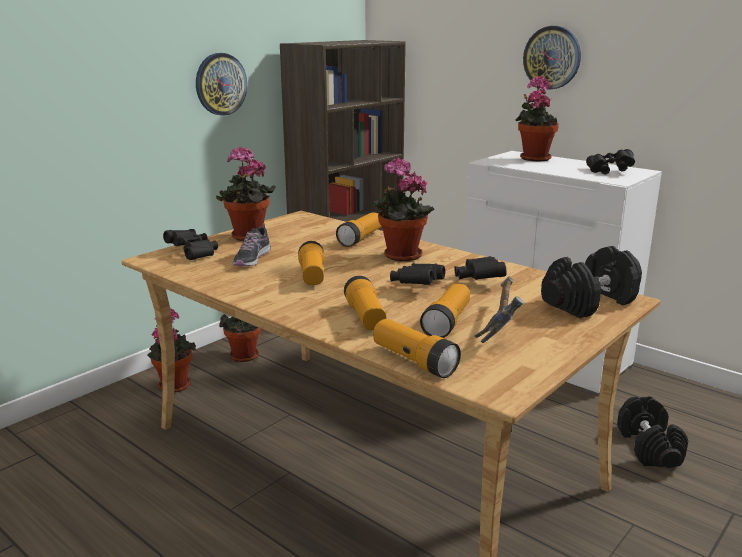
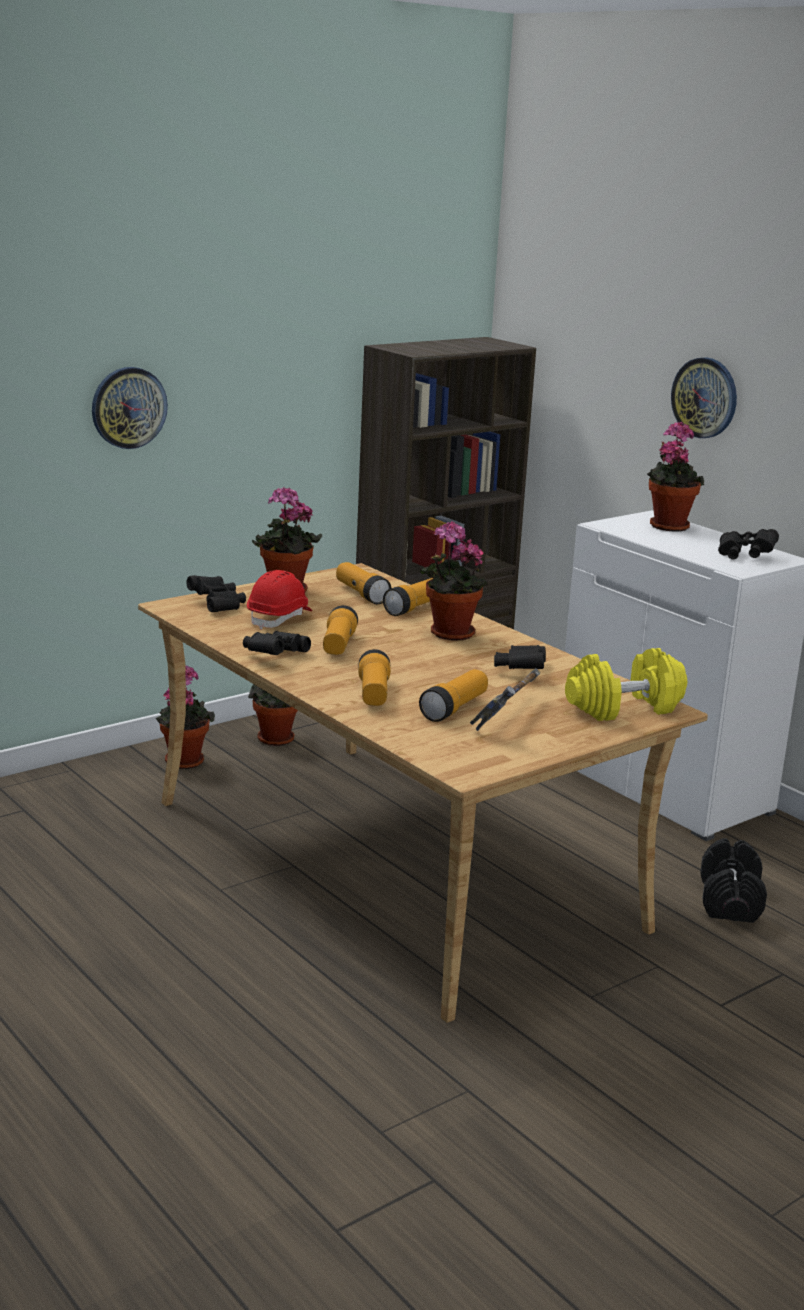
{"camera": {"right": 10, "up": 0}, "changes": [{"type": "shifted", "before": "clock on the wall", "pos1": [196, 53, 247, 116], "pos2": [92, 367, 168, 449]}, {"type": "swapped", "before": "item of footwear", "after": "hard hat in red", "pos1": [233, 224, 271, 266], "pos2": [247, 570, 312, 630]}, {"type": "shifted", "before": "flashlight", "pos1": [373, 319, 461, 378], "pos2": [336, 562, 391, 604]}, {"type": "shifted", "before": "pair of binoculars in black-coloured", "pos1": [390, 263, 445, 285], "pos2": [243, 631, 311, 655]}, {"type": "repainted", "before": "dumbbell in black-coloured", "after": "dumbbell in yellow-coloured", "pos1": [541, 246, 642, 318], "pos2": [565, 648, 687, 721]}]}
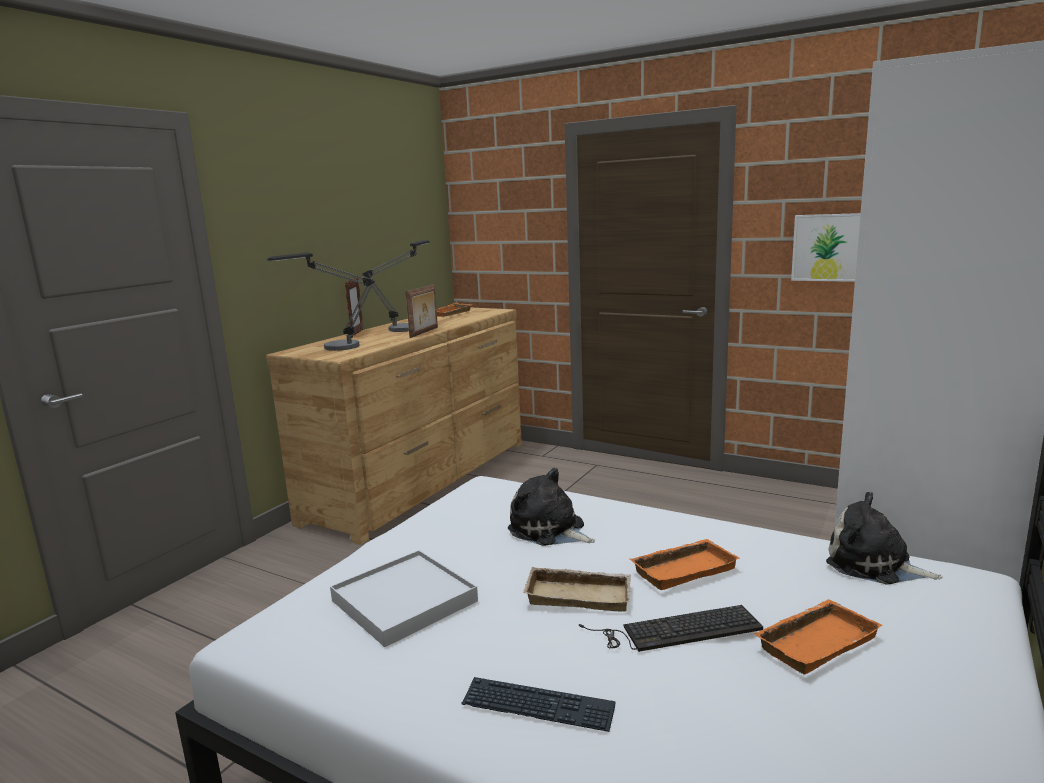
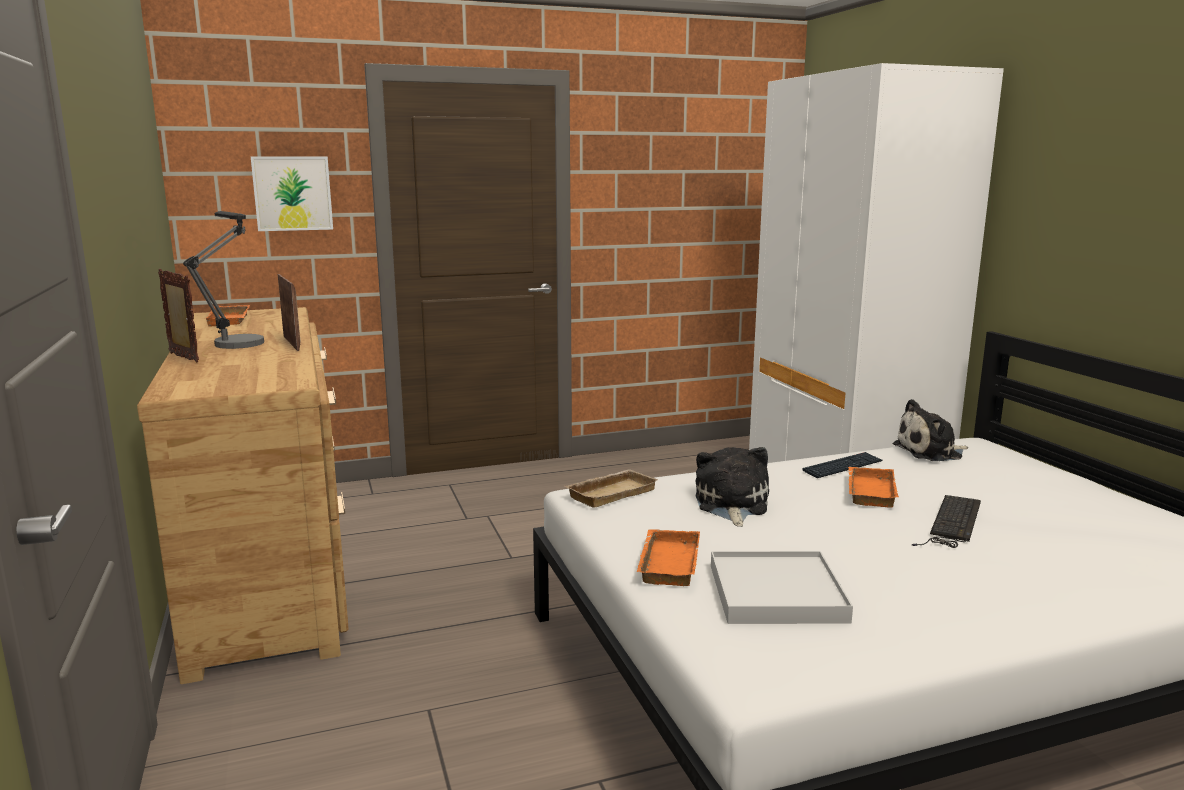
{"camera": {"right": -50, "up": 0}, "changes": [{"type": "gone", "before": "tabletop lamp", "pos1": [267, 253, 375, 351]}, {"type": "shifted", "before": "keyboard", "pos1": [461, 677, 615, 732], "pos2": [802, 452, 882, 478]}, {"type": "rotated", "before": "plush toy", "pos1": [508, 468, 595, 546], "pos2": [695, 447, 769, 527], "turn": 105}, {"type": "shifted", "before": "carrying tray in sand-coloured", "pos1": [523, 567, 631, 612], "pos2": [565, 469, 658, 508]}, {"type": "shifted", "before": "carrying tray in orangey", "pos1": [753, 599, 883, 674], "pos2": [637, 529, 700, 586]}, {"type": "shifted", "before": "wall art", "pos1": [791, 213, 861, 282], "pos2": [251, 156, 333, 231]}]}
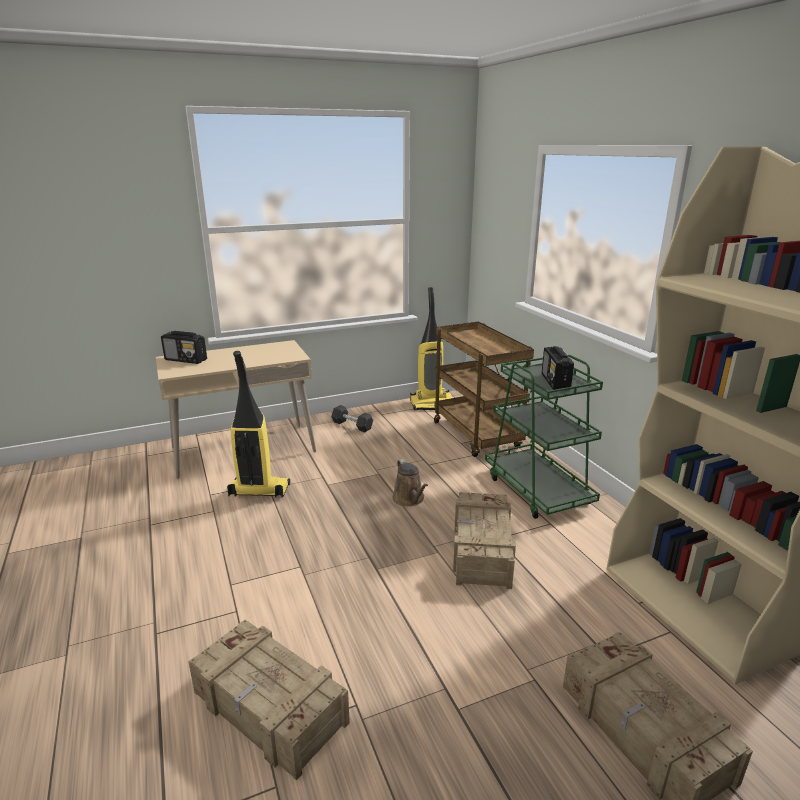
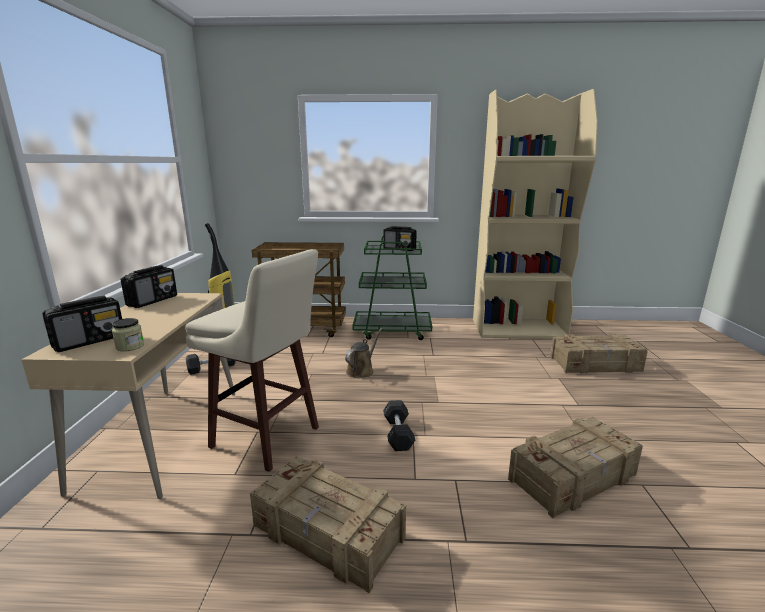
{"camera": {"right": -65, "up": -5}, "changes": [{"type": "swapped", "before": "vacuum", "after": "sitting stool in sand-coloured", "pos1": [227, 351, 290, 498], "pos2": [185, 249, 319, 472]}, {"type": "rotated", "before": "watering can in brownish", "pos1": [393, 459, 428, 506], "pos2": [345, 328, 382, 378], "turn": -60}, {"type": "shifted", "before": "packing crate", "pos1": [453, 492, 516, 589], "pos2": [250, 456, 406, 593]}, {"type": "new", "after": "preserve jar", "pos2": [112, 318, 144, 352]}, {"type": "new", "after": "radio", "pos2": [121, 265, 177, 308]}, {"type": "new", "after": "dumbbell in gray", "pos2": [383, 400, 415, 451]}]}
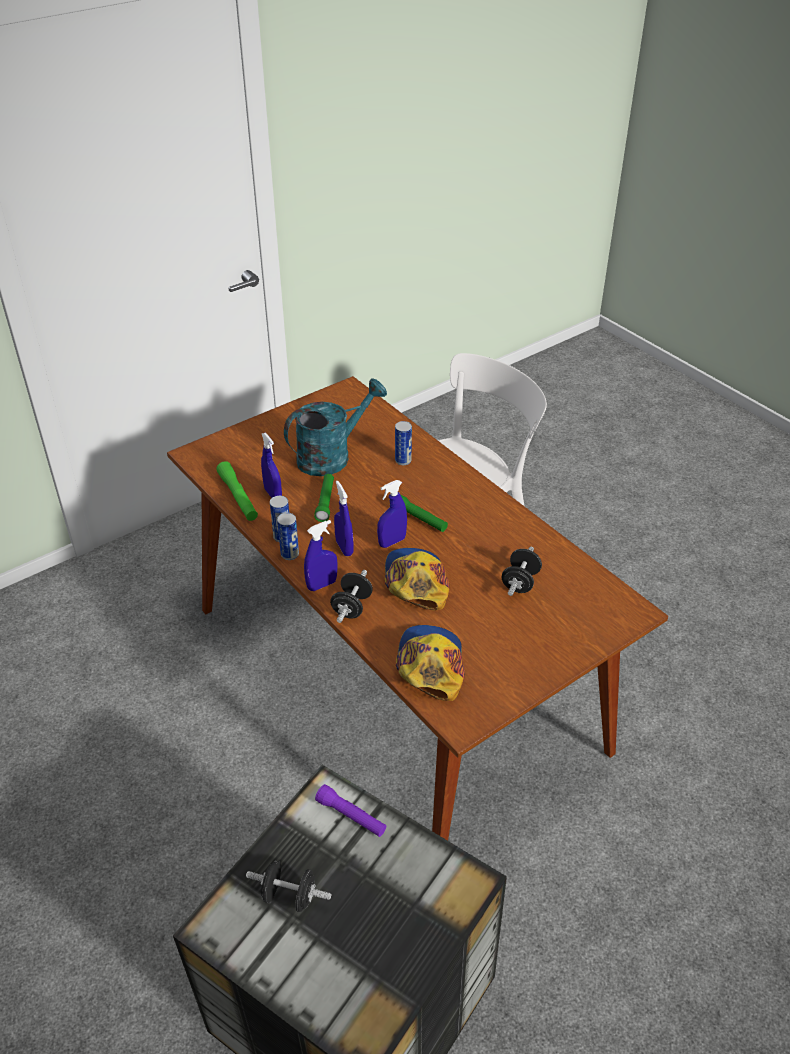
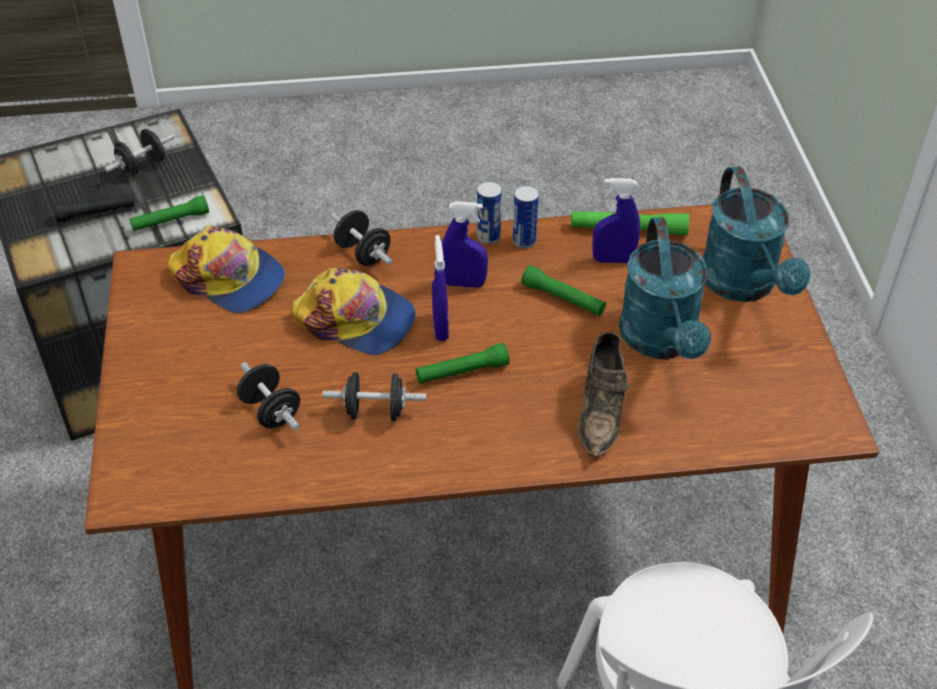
{"camera": {"right": 120, "up": 5}, "changes": [{"type": "gone", "before": "spray bottle in bluish", "pos1": [304, 520, 338, 591]}, {"type": "repainted", "before": "flashlight in purple", "after": "flashlight in green", "pos1": [315, 784, 386, 837], "pos2": [130, 195, 209, 231]}, {"type": "swapped", "before": "sealed can", "after": "item of footwear in brownish", "pos1": [395, 421, 412, 465], "pos2": [578, 332, 629, 457]}, {"type": "new", "after": "flashlight in black-coloured", "pos2": [54, 193, 135, 222]}, {"type": "new", "after": "dumbbell in black-coloured", "pos2": [323, 372, 427, 421]}, {"type": "new", "after": "watering can in turquoise", "pos2": [702, 166, 811, 302]}]}
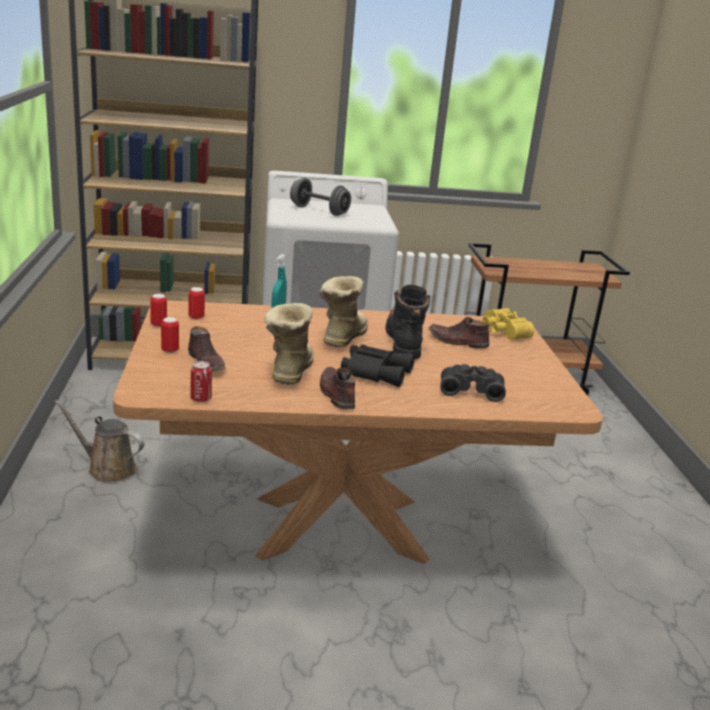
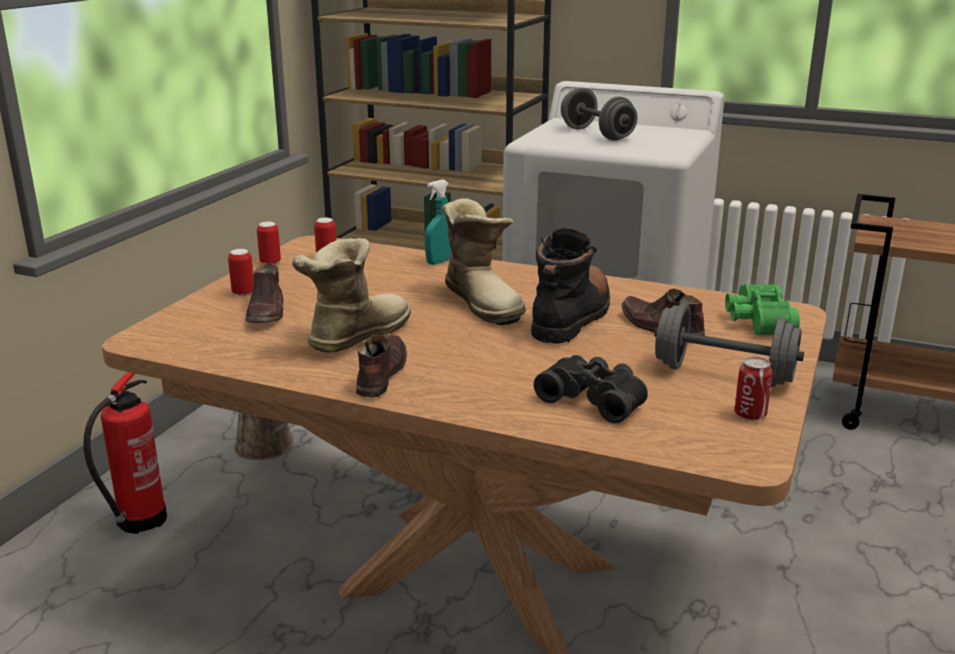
{"camera": {"right": 30, "up": 0}, "changes": [{"type": "shifted", "before": "sealed can", "pos1": [191, 361, 212, 402], "pos2": [734, 357, 773, 420]}, {"type": "rotated", "before": "high-top boot", "pos1": [319, 276, 368, 347], "pos2": [441, 198, 526, 325], "turn": 105}, {"type": "gone", "before": "pair of binoculars in black-coloured", "pos1": [341, 344, 415, 387]}, {"type": "repainted", "before": "pair of binoculars in yellow-coloured", "after": "pair of binoculars in green", "pos1": [482, 308, 534, 340], "pos2": [725, 284, 800, 335]}, {"type": "new", "after": "extinguisher", "pos2": [83, 372, 167, 534]}, {"type": "new", "after": "dumbbell in gray", "pos2": [654, 303, 804, 387]}]}
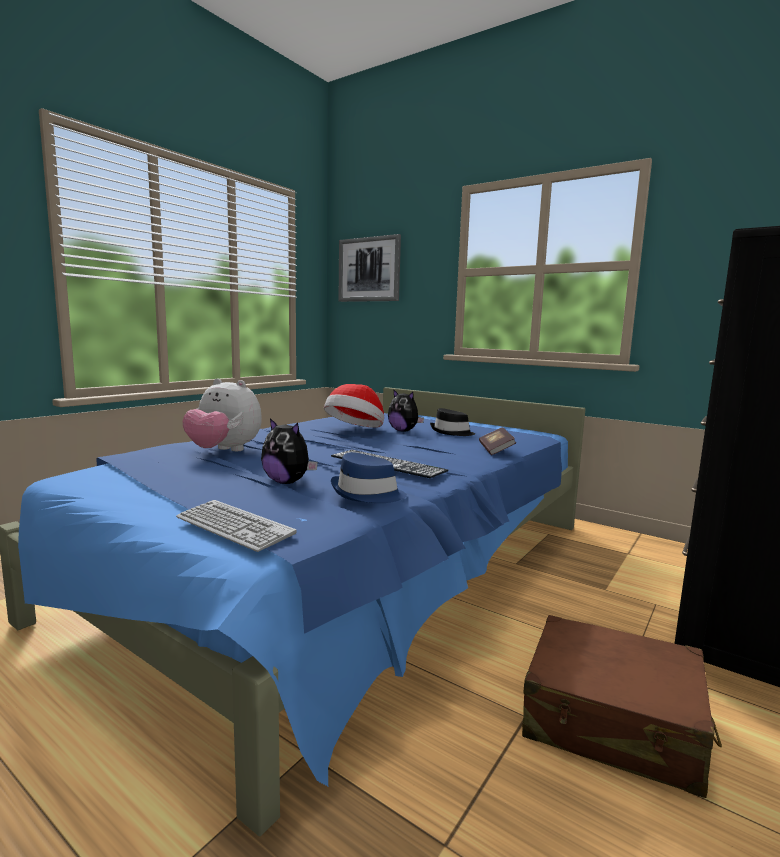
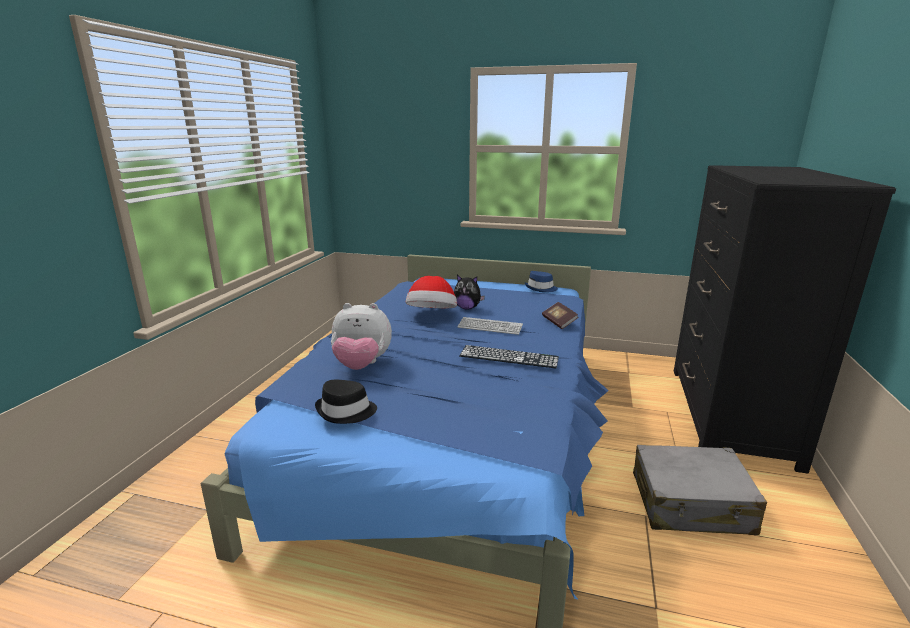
{"camera": {"right": -20, "up": 10}, "changes": [{"type": "shifted", "before": "keyboard", "pos1": [176, 500, 297, 552], "pos2": [458, 317, 523, 335]}, {"type": "gone", "before": "plush toy", "pos1": [261, 418, 318, 484]}, {"type": "shifted", "before": "hat in bluish", "pos1": [331, 452, 407, 503], "pos2": [525, 271, 558, 292]}, {"type": "gone", "before": "wall art", "pos1": [339, 234, 401, 302]}, {"type": "shifted", "before": "hat in black-coloured", "pos1": [430, 408, 475, 436], "pos2": [315, 380, 377, 424]}, {"type": "repainted", "before": "piece of luggage in brownish", "after": "piece of luggage in gray", "pos1": [522, 615, 722, 798], "pos2": [633, 445, 767, 535]}]}
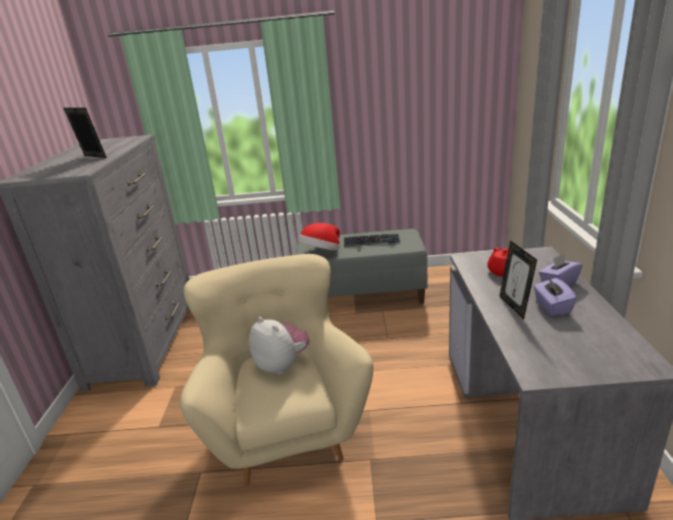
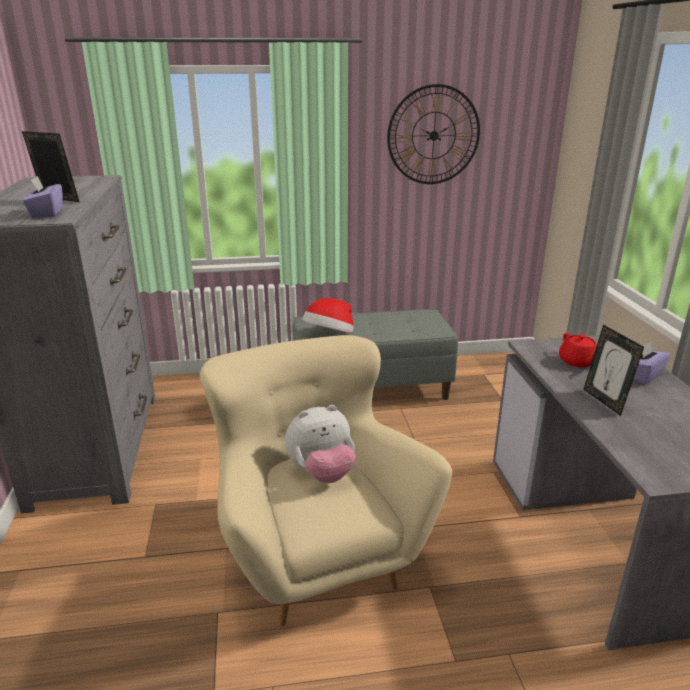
{"camera": {"right": -10, "up": 0}, "changes": [{"type": "rotated", "before": "plush toy", "pos1": [249, 317, 310, 374], "pos2": [285, 405, 356, 483], "turn": 120}, {"type": "gone", "before": "keyboard", "pos1": [344, 234, 400, 247]}, {"type": "shifted", "before": "tissue box in purple", "pos1": [533, 277, 577, 316], "pos2": [22, 176, 63, 218]}, {"type": "new", "after": "clock on the wall", "pos2": [387, 84, 480, 184]}]}
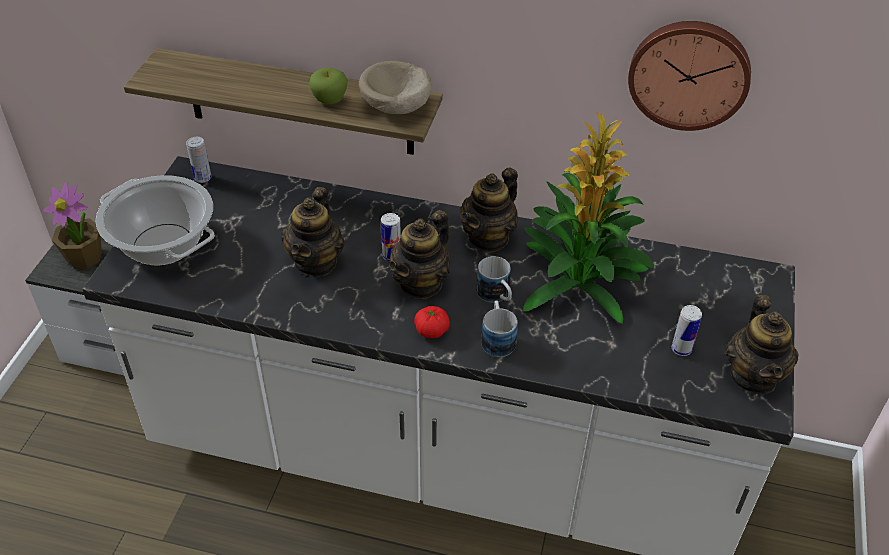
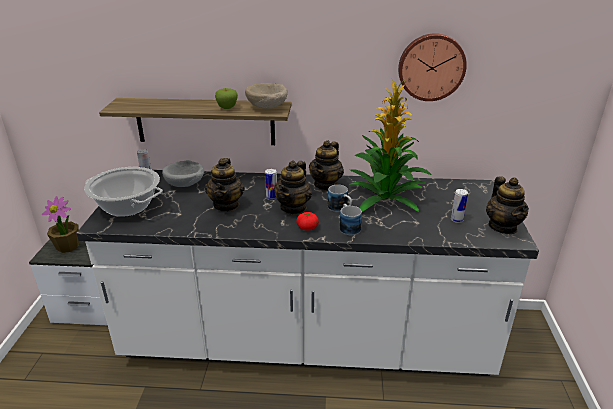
{"camera": {"right": -10, "up": -15}, "changes": [{"type": "new", "after": "deep dish in gray", "pos2": [162, 160, 204, 187]}]}
